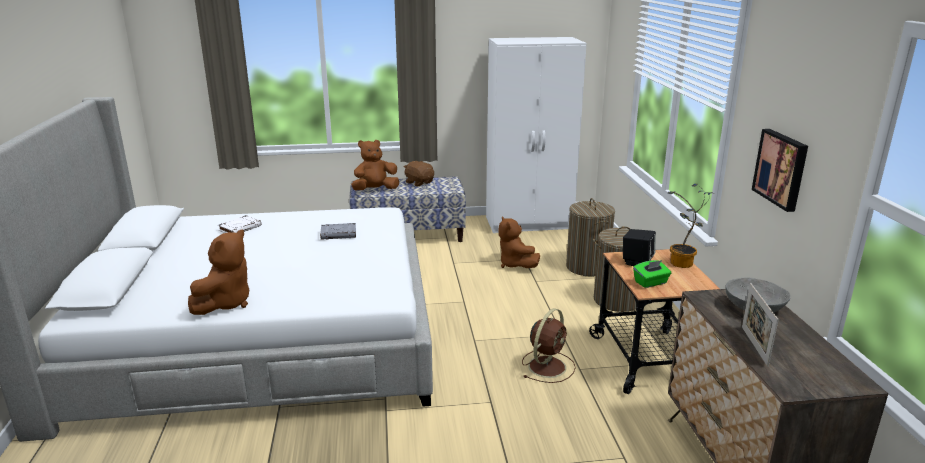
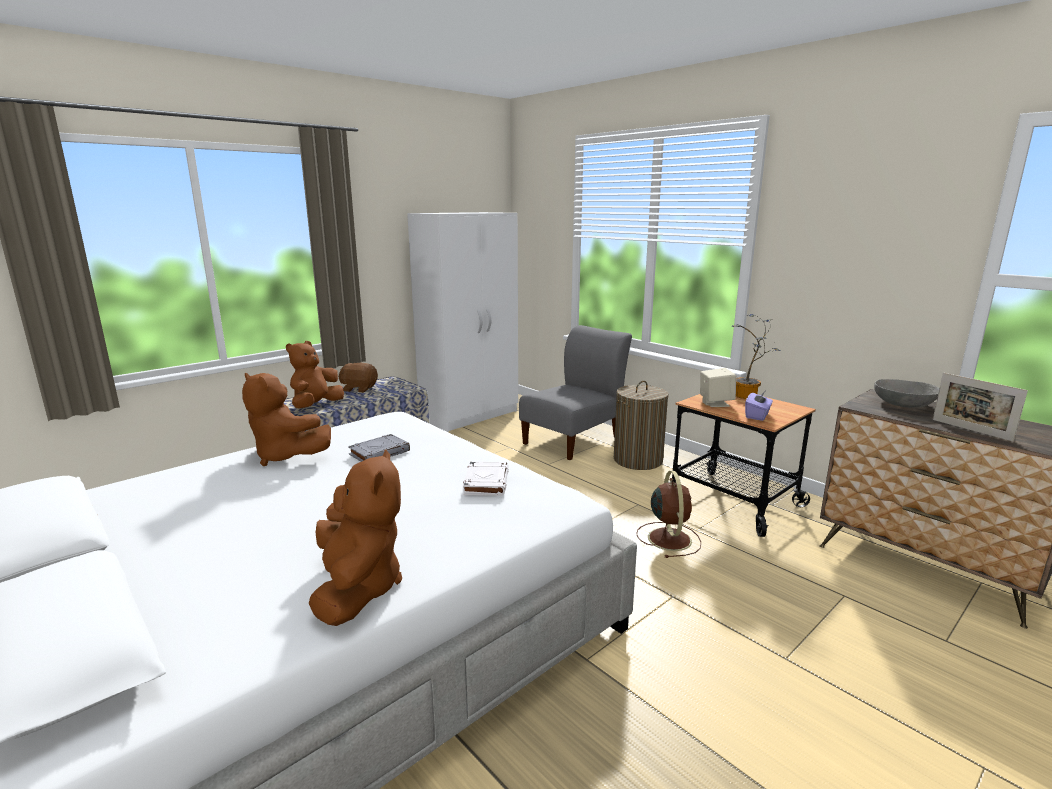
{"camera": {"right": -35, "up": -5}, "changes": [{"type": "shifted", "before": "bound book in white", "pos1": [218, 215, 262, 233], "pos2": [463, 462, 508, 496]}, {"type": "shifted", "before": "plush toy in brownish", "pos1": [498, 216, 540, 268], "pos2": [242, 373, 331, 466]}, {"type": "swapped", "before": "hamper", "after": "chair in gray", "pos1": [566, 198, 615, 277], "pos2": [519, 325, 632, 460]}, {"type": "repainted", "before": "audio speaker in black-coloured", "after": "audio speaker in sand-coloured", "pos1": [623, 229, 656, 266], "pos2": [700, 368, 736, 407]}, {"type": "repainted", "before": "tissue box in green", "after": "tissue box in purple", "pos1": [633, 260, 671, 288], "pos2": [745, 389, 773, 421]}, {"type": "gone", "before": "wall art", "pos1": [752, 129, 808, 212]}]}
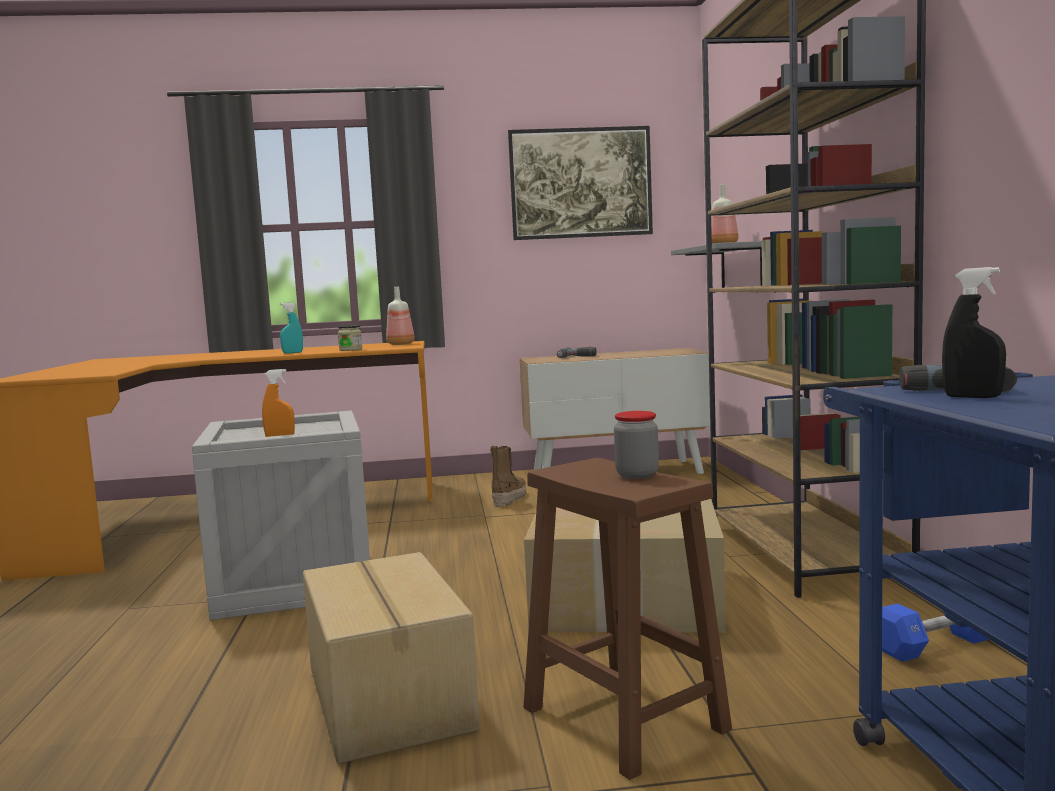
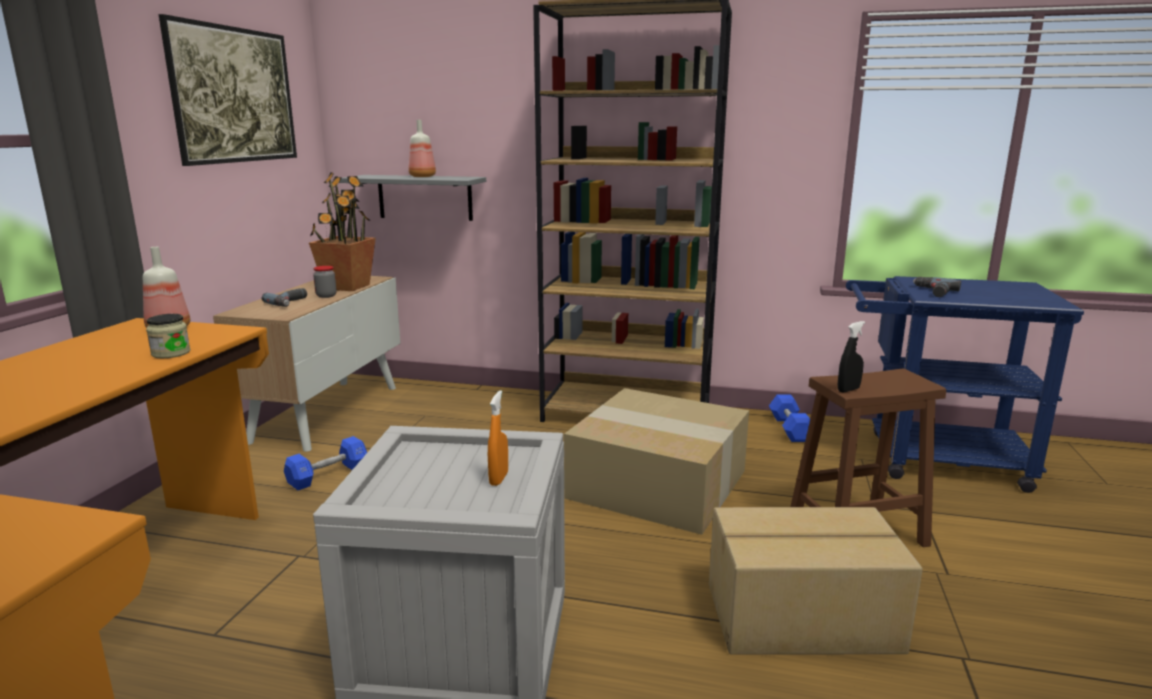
{"camera": {"right": -70, "up": 10}, "changes": [{"type": "gone", "before": "spray bottle in turquoise", "pos1": [280, 303, 303, 353]}, {"type": "swapped", "before": "high-top boot", "after": "dumbbell in bluish", "pos1": [490, 446, 526, 507], "pos2": [284, 436, 367, 490]}, {"type": "shifted", "before": "preserve jar", "pos1": [614, 411, 659, 479], "pos2": [313, 266, 337, 298]}, {"type": "shifted", "before": "spray bottle in black-coloured", "pos1": [942, 267, 1006, 398], "pos2": [838, 321, 865, 393]}, {"type": "new", "after": "potted plant", "pos2": [309, 172, 376, 291]}]}
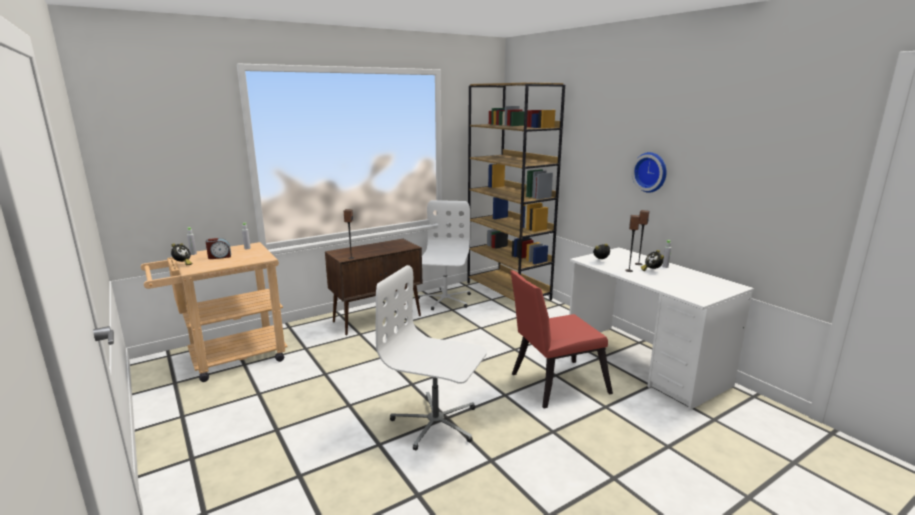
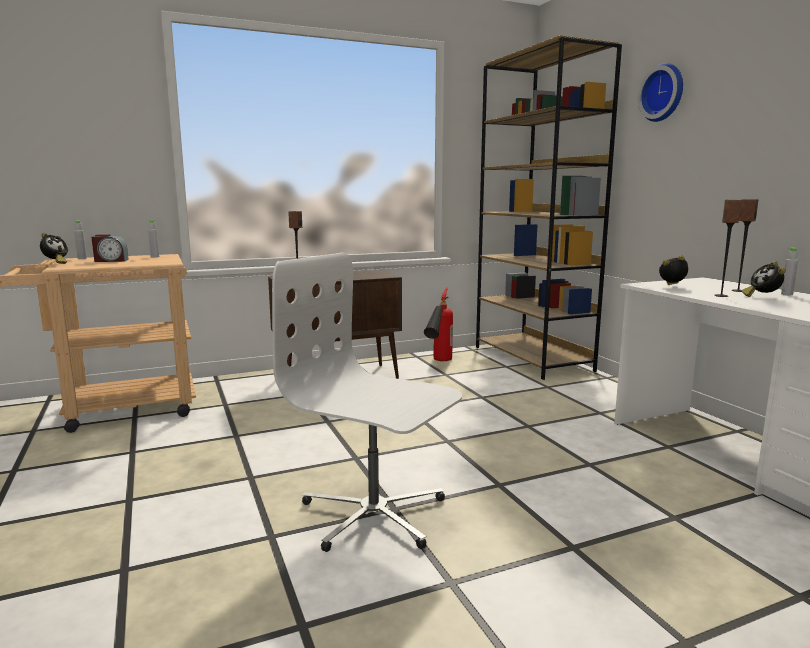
{"camera": {"right": 10, "up": -5}, "changes": [{"type": "swapped", "before": "office chair in white", "after": "extinguisher", "pos1": [418, 200, 471, 310], "pos2": [424, 287, 453, 361]}, {"type": "gone", "before": "chair in red", "pos1": [510, 271, 613, 408]}, {"type": "shifted", "before": "clock on the wall", "pos1": [632, 152, 667, 193], "pos2": [638, 63, 683, 122]}]}
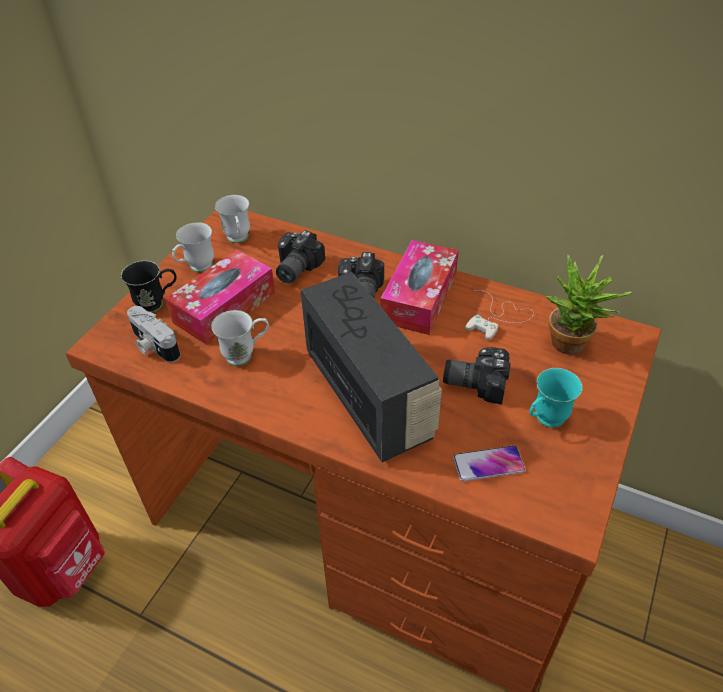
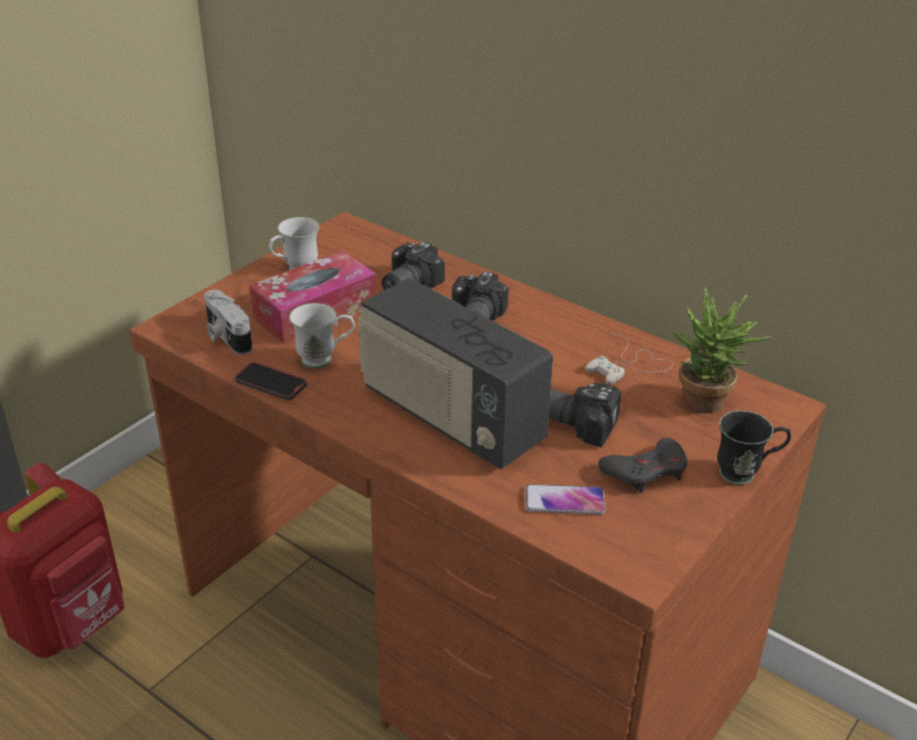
{"camera": {"right": 10, "up": -10}, "changes": [{"type": "shifted", "before": "tea mug in black-coloured", "pos1": [121, 261, 177, 313], "pos2": [717, 411, 791, 485]}, {"type": "gone", "before": "tea mug in white", "pos1": [215, 195, 250, 243]}, {"type": "rotated", "before": "radio", "pos1": [301, 272, 442, 462], "pos2": [358, 278, 553, 469], "turn": 150}, {"type": "gone", "before": "tissue box", "pos1": [381, 240, 459, 335]}, {"type": "swapped", "before": "tea mug in turquoise", "after": "game controller in gray", "pos1": [529, 368, 583, 428], "pos2": [598, 438, 687, 493]}, {"type": "new", "after": "phone", "pos2": [234, 362, 307, 400]}]}
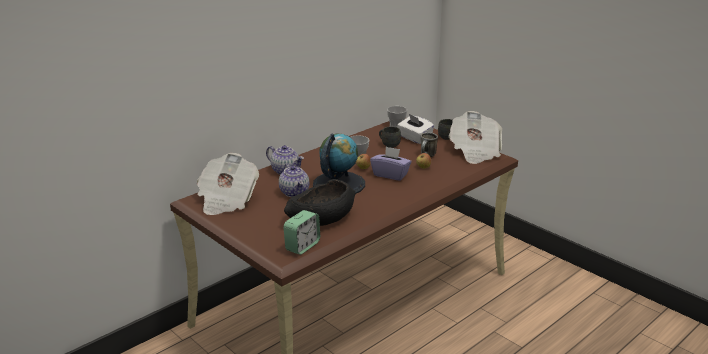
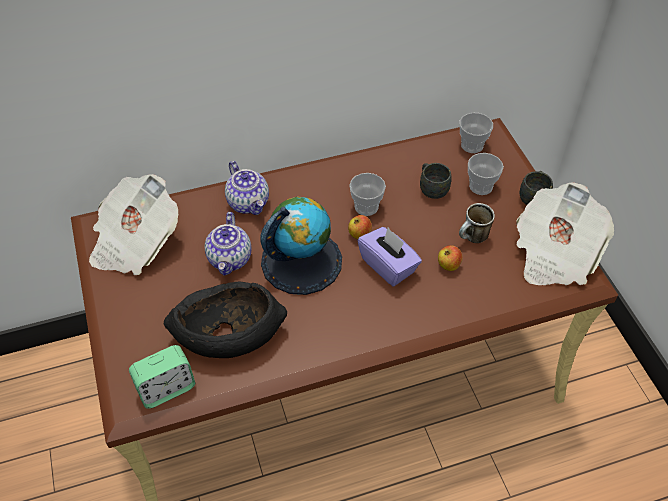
{"camera": {"right": 25, "up": 25}, "changes": [{"type": "swapped", "before": "tissue box in white", "after": "small cup", "pos1": [397, 114, 434, 144], "pos2": [468, 153, 504, 195]}]}
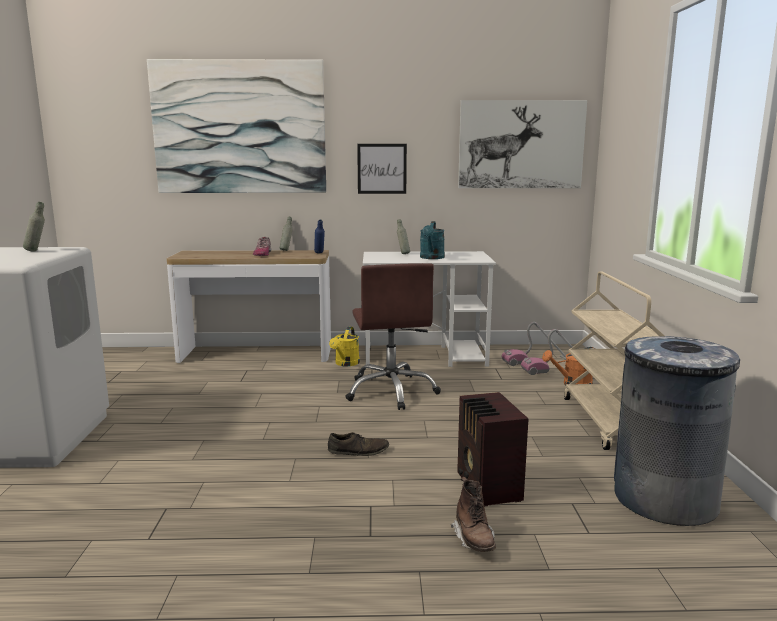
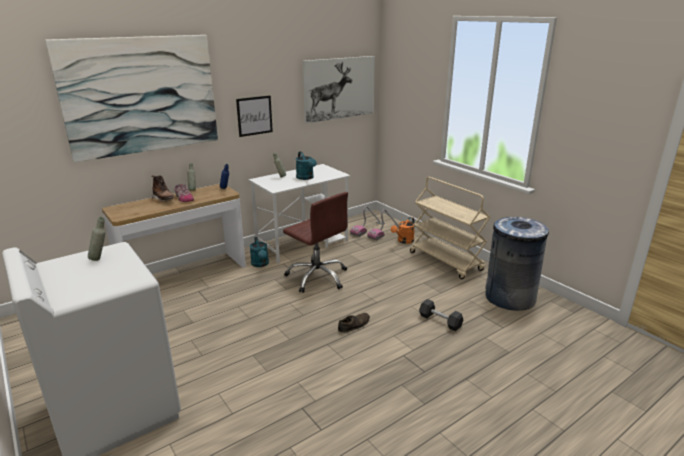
{"camera": {"right": -35, "up": 10}, "changes": [{"type": "repainted", "before": "watering can in yellow-coloured", "after": "watering can in turquoise", "pos1": [329, 327, 360, 366], "pos2": [250, 237, 269, 267]}, {"type": "shifted", "before": "high-top boot in brownish", "pos1": [451, 477, 496, 552], "pos2": [152, 175, 175, 201]}, {"type": "swapped", "before": "radio", "after": "dumbbell in black-coloured", "pos1": [457, 392, 528, 507], "pos2": [419, 299, 463, 331]}]}
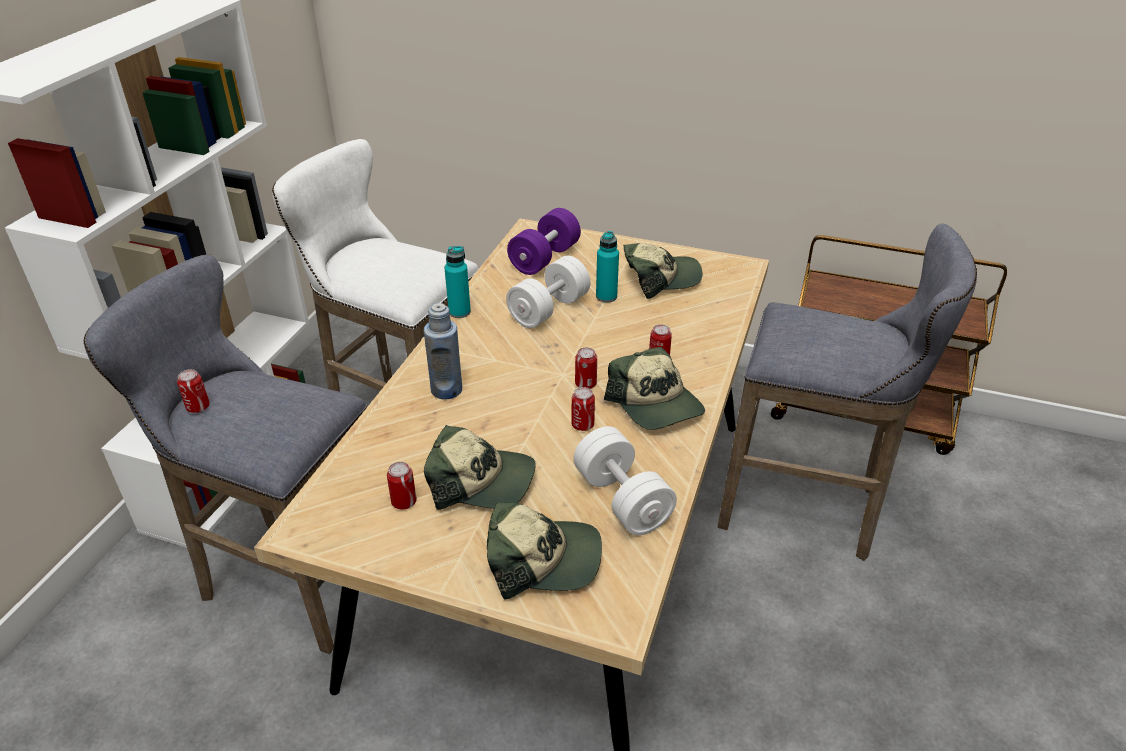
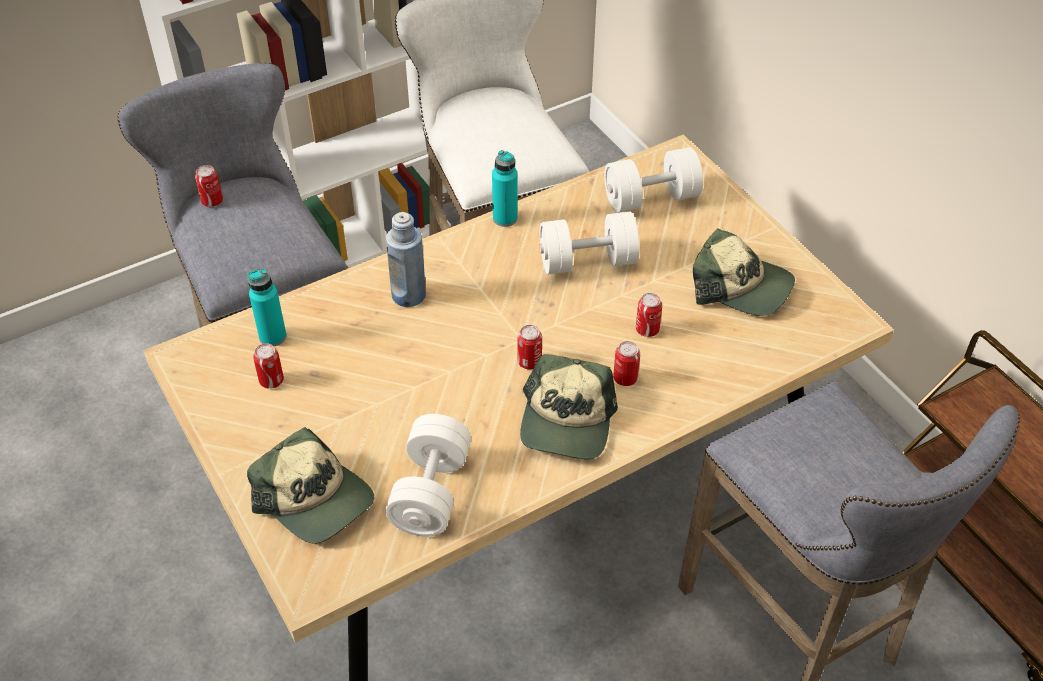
{"camera": {"right": 40, "up": 10}, "changes": [{"type": "gone", "before": "baseball cap", "pos1": [424, 425, 536, 510]}, {"type": "repainted", "before": "dumbbell in purple", "after": "dumbbell in white", "pos1": [507, 208, 581, 275], "pos2": [604, 147, 703, 213]}, {"type": "shifted", "before": "sealed can", "pos1": [571, 387, 595, 431], "pos2": [636, 293, 662, 337]}, {"type": "shifted", "before": "drink bottle in turquoise", "pos1": [596, 231, 619, 303], "pos2": [247, 269, 286, 346]}]}
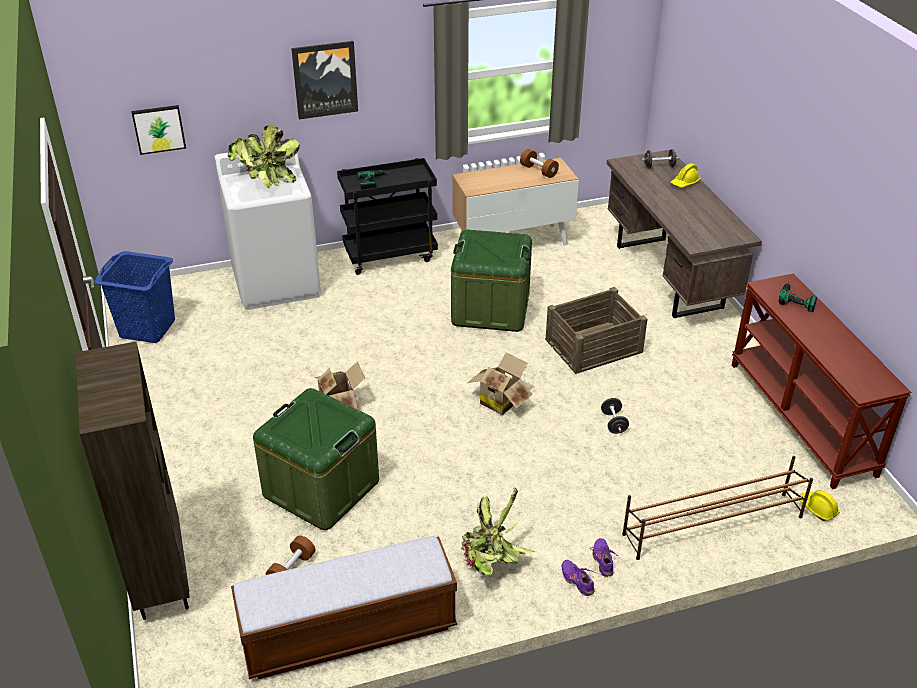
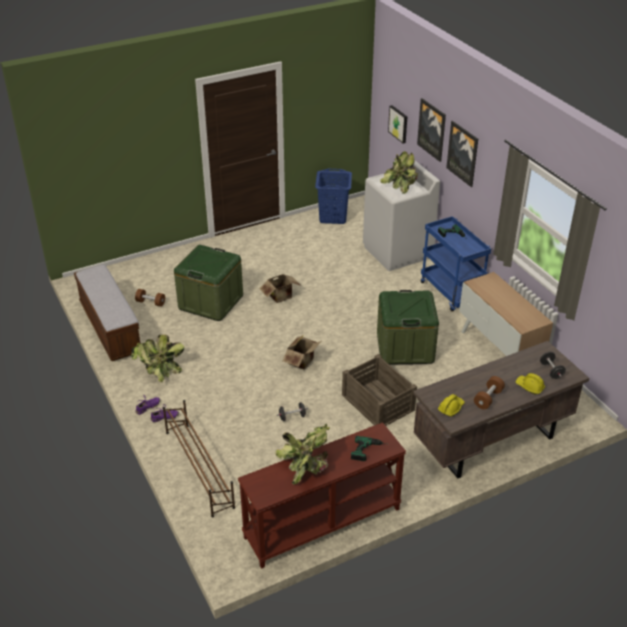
{"camera": {"right": 80, "up": 0}, "changes": [{"type": "gone", "before": "bookcase in brownish", "pos1": [76, 342, 190, 620]}, {"type": "repainted", "before": "trolley in black-coloured", "after": "trolley in bluish", "pos1": [337, 158, 438, 275], "pos2": [420, 216, 491, 311]}, {"type": "shifted", "before": "dumbbell in brownish", "pos1": [520, 149, 559, 178], "pos2": [474, 376, 505, 409]}, {"type": "shifted", "before": "hard hat in yellow-coloured", "pos1": [799, 490, 840, 521], "pos2": [438, 394, 465, 417]}, {"type": "new", "after": "potted plant", "pos2": [275, 424, 330, 485]}, {"type": "new", "after": "wall art", "pos2": [417, 98, 446, 162]}]}
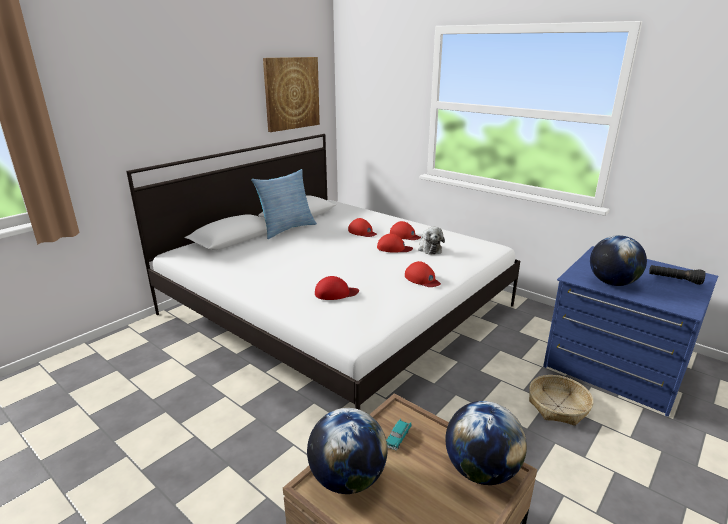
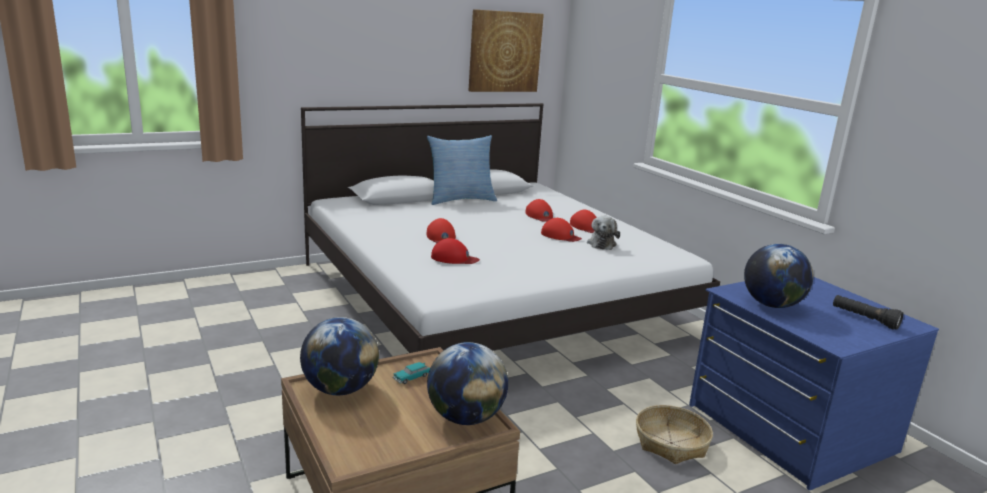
{"camera": {"right": 20, "up": -5}, "changes": [{"type": "shifted", "before": "baseball cap in red", "pos1": [405, 261, 441, 287], "pos2": [426, 218, 456, 243]}]}
